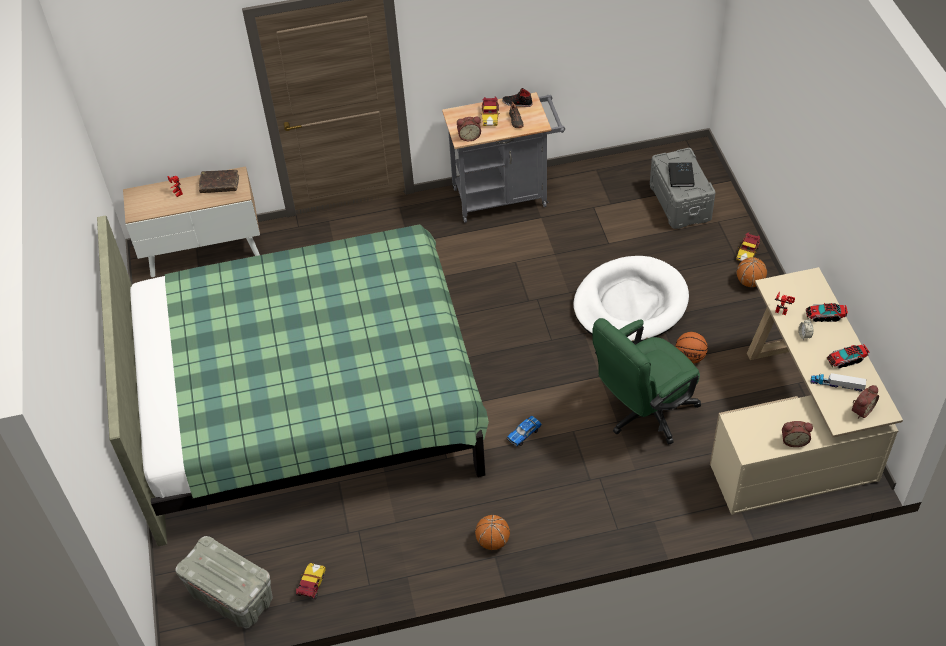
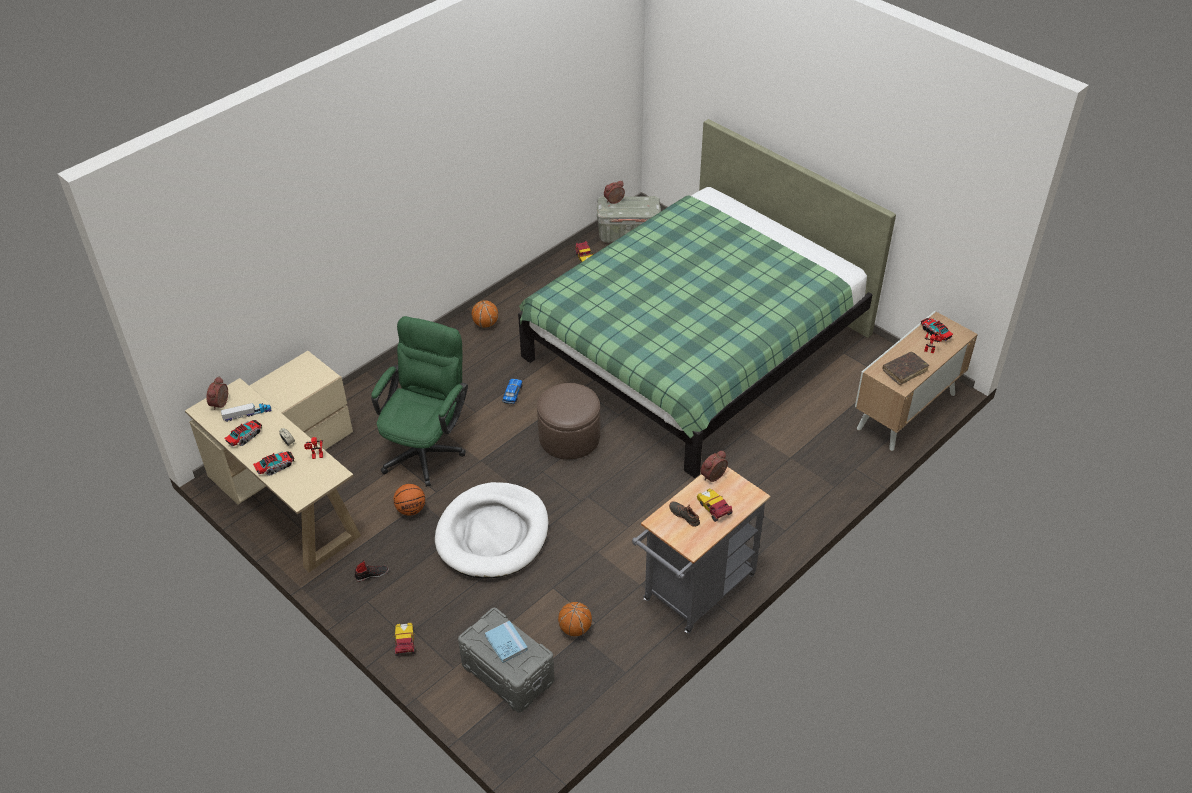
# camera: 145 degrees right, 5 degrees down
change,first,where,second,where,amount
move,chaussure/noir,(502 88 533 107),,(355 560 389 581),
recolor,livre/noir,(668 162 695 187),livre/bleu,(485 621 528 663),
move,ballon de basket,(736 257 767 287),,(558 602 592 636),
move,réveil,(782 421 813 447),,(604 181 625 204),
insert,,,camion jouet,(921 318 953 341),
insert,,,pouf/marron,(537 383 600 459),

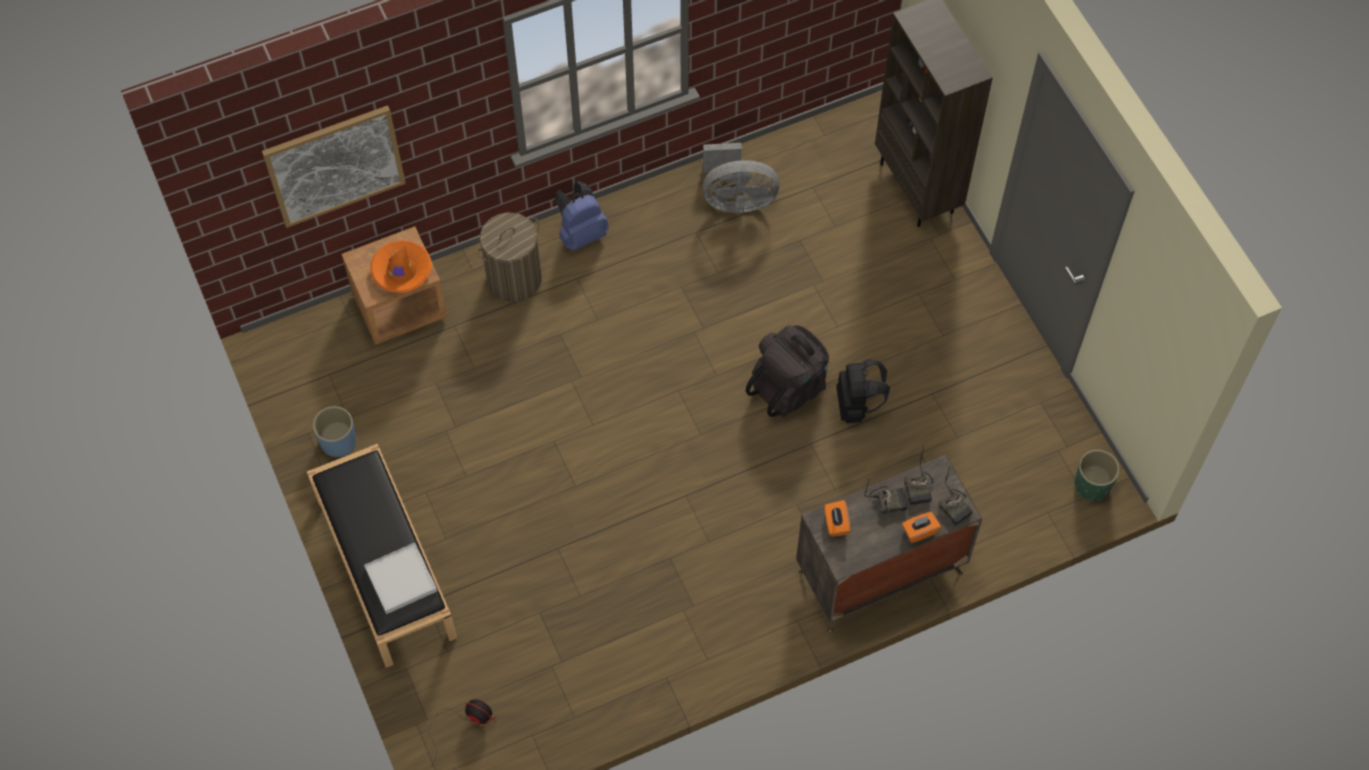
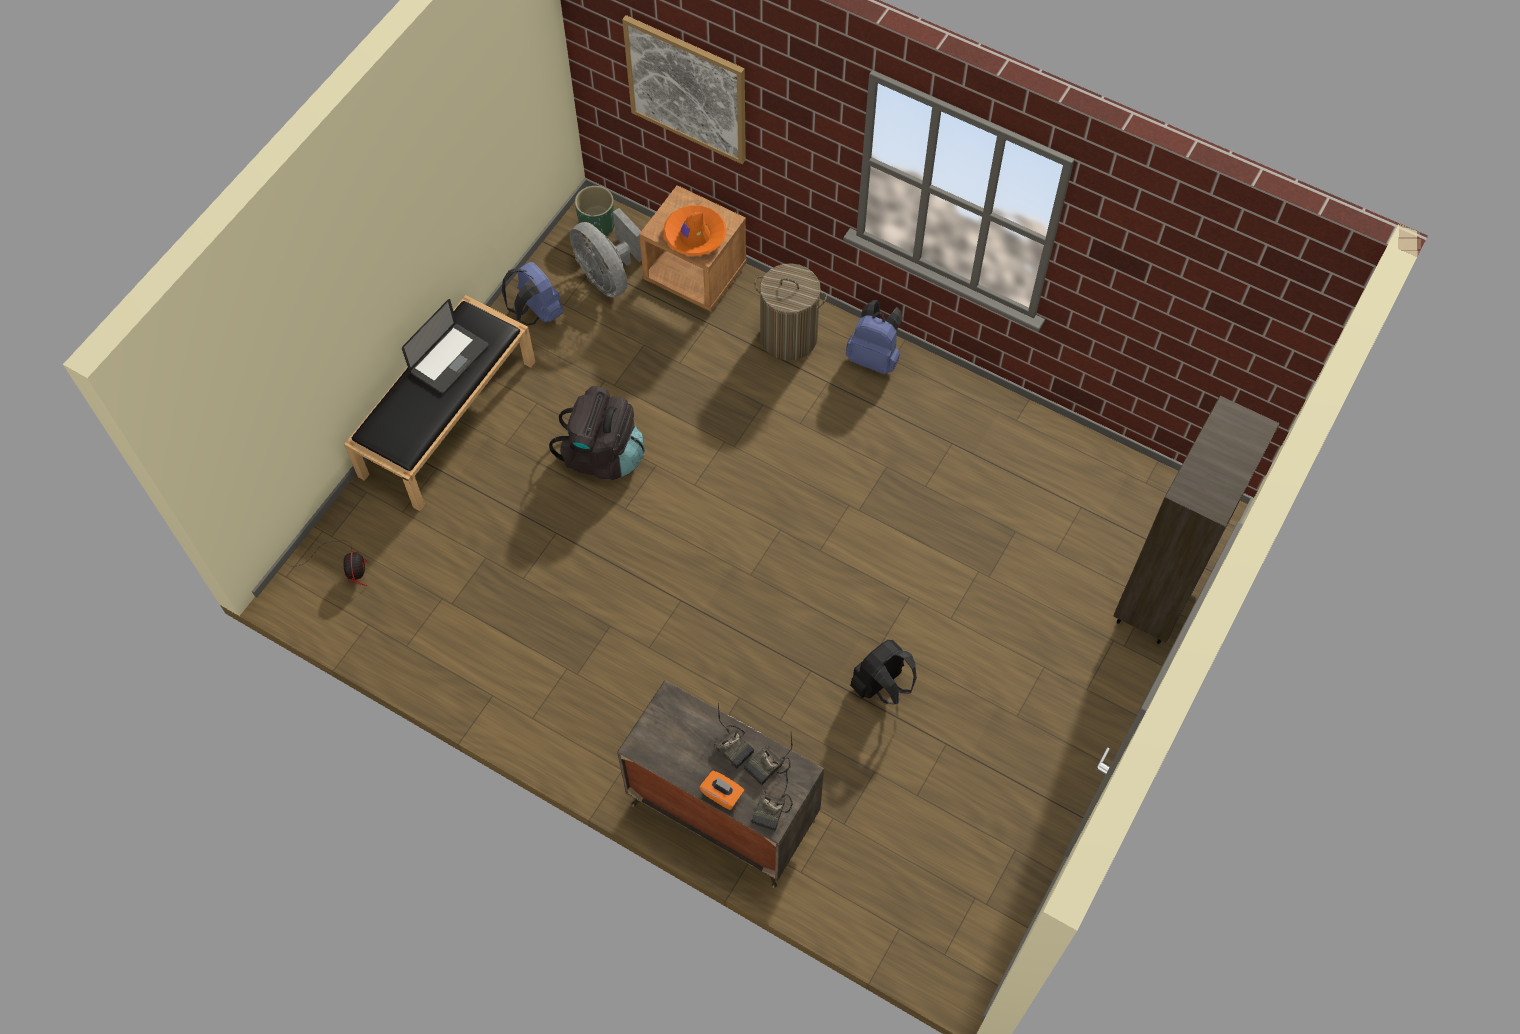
# camera: 55 degrees right, 0 degrees up
change,first,where,second,where,amount
move,ventilateur/gris,(703 143 780 213),,(570 208 642 298),
move,sac à dos/noir,(746 325 829 417),,(549 386 645 480),
replace,cache-pot/bleu,(313 406 356 457),sac à dos/bleu,(502 262 563 325),
move,cache-pot/vert,(1075 450 1120 501),,(575 186 614 236),
delete,boîte à mouchoirs/orange,(825 500 851 537),,,
delete,plateau/blanc,(364 543 437 614),,,
insert,,,ordinateur portable,(402 299 489 394),

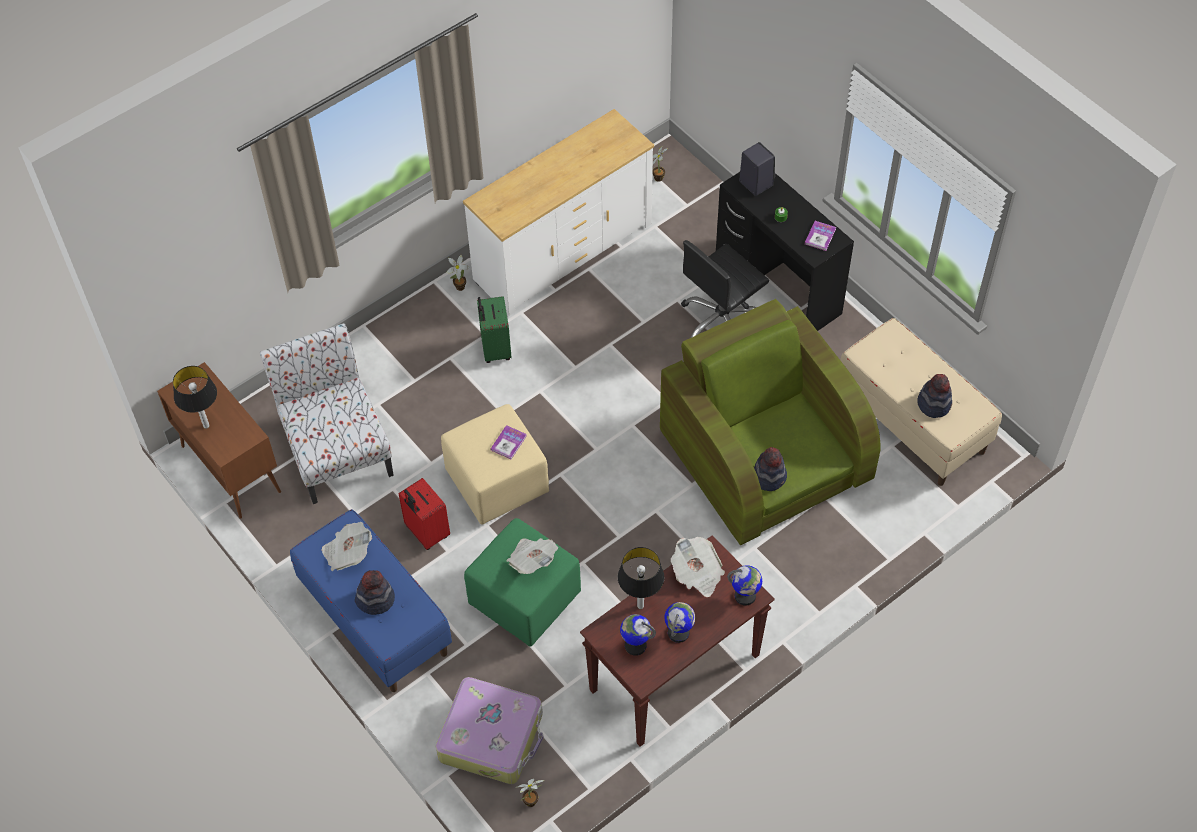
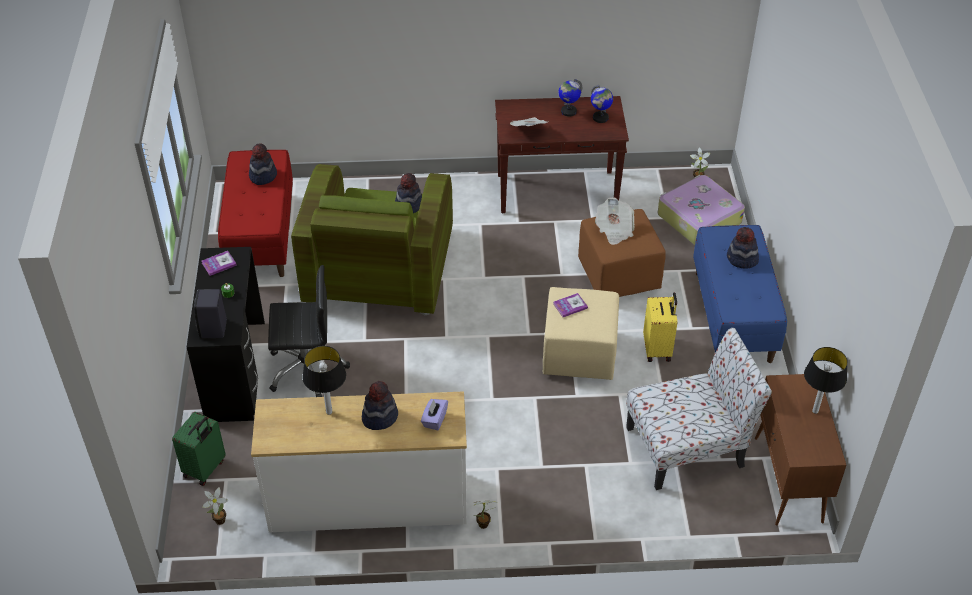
# camera: 145 degrees left, 10 degrees down
change,first,where,second,where,amount
move,valise/vert,(477 296 511 363),,(172 412 225 486),
recolor,banc/beige,(840 318 1002 486),banc/rouge,(218 150 293 277),
rotate,chaise,(260 323 394 504),,(626 328 772 490),120 degrees counterclockwise
recolor,valise/rouge,(398 478 450 550),valise/jaune,(643 293 677 362),
recolor,pouf/vert,(464 518 581 647),pouf/marron,(578 209 666 297),
delete,journal,(321 522 372 571),,,
move,lampe de table,(618 547 664 609),,(302 346 346 415),
delete,globe,(727 565 762 606),,,
insert,,,chapeau,(362 381 398 430),
insert,,,boîte à mouchoirs/violet,(421 399 448 430),

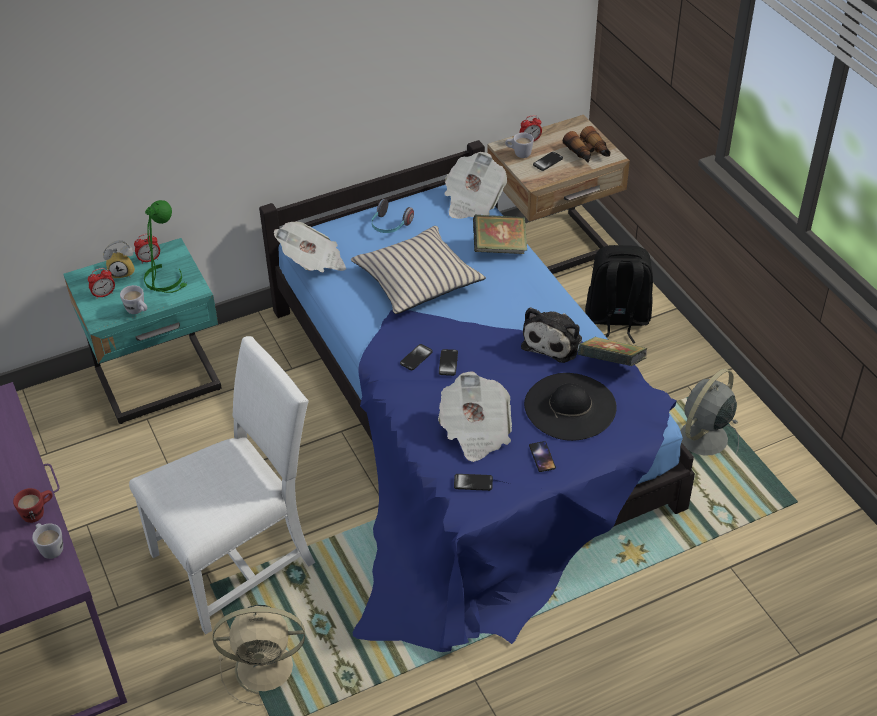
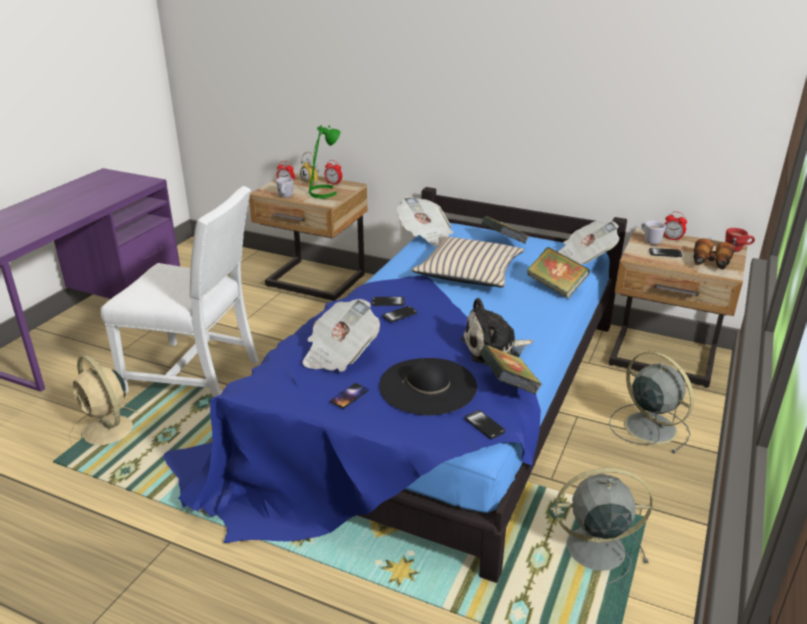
# camera: 50 degrees right, 15 degrees down
change,first,where,second,where,amount
replace,casque audio,(372 199 414 233),livre,(481 216 529 244),
recolor,table de chevet/turquoise,(63 238 222 424),table de chevet/beige,(249 172 367 301),
replace,sac à dos/noir,(585 245 653 343),ventilateur/gris,(609 351 694 453),
move,téléphone,(454 474 493 491),,(465 410 505 439),
move,mug/rouge,(13 488 53 523),,(725 228 755 252),
delete,mug/blanc,(32 523 63 559),,,

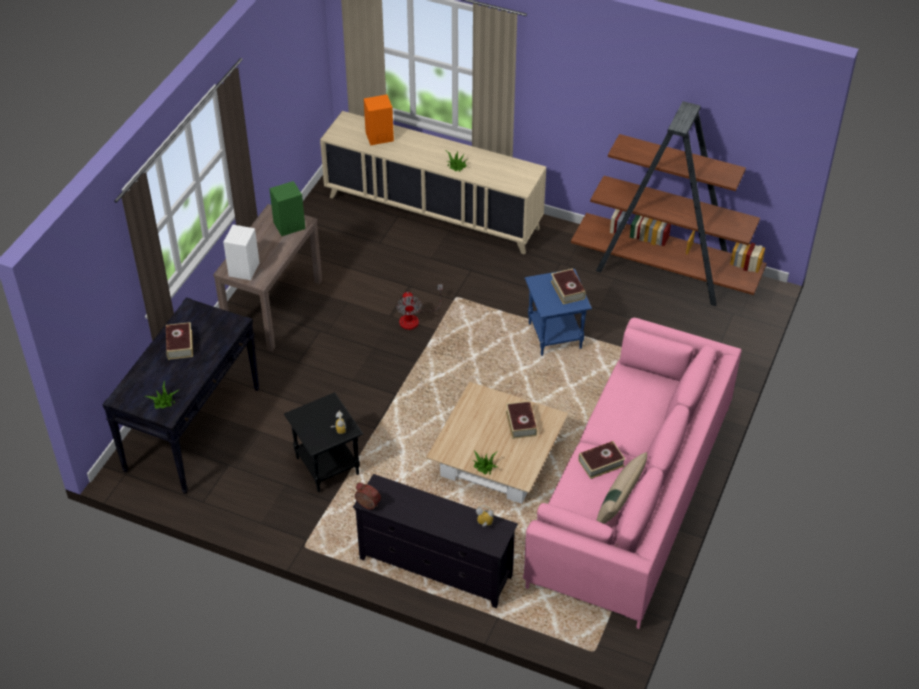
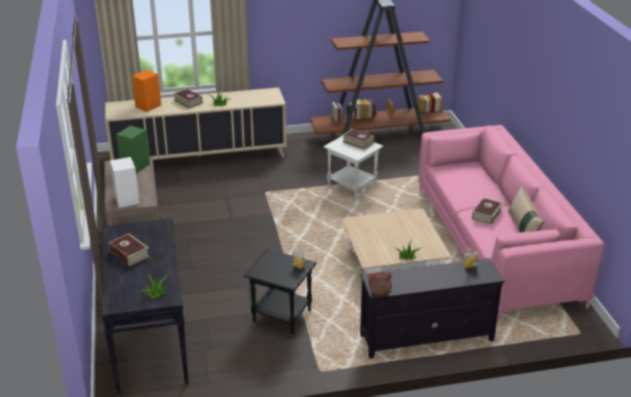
# camera: 35 degrees left, 15 degrees down
change,first,where,second,where,amount
recolor,table d'appoint/bleu,(525 269 592 356),table d'appoint/blanc,(323 136 383 200),
delete,ventilateur,(397 284 443 330),,,
move,livre,(506 401 537 439),,(173 89 203 109),

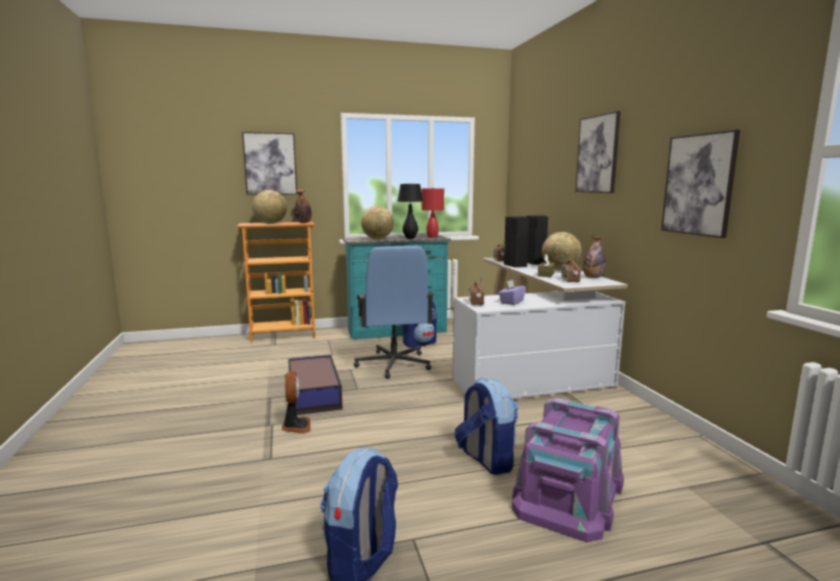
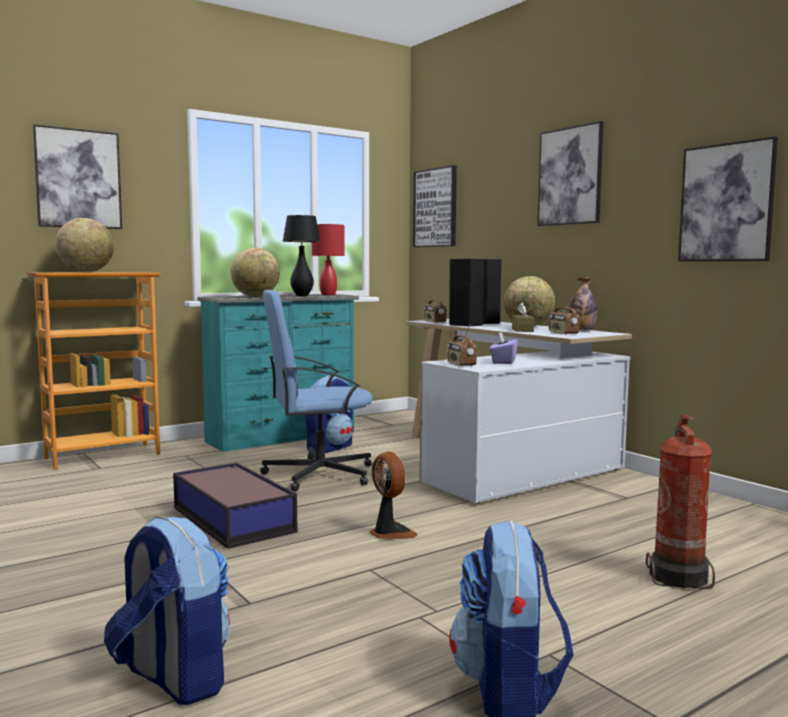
# camera: 20 degrees left, 5 degrees down
change,first,where,second,where,amount
delete,bouteille,(294 190 312 223),,,
rotate,chaise de bureau/bleu,(354 246 434 379),,(260 290 373 491),105 degrees clockwise
move,ventilateur,(282 371 310 433),,(369 451 418 539),
move,sac à dos,(455 378 518 475),,(104 517 230 705),
replace,boîte de rangement/violet,(512 398 624 542),extincteur,(646 415 715 589),
insert,,,tableau,(413 165 457 247),

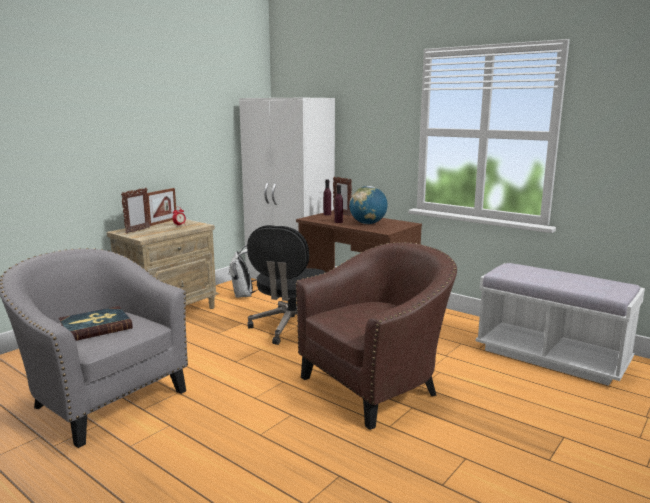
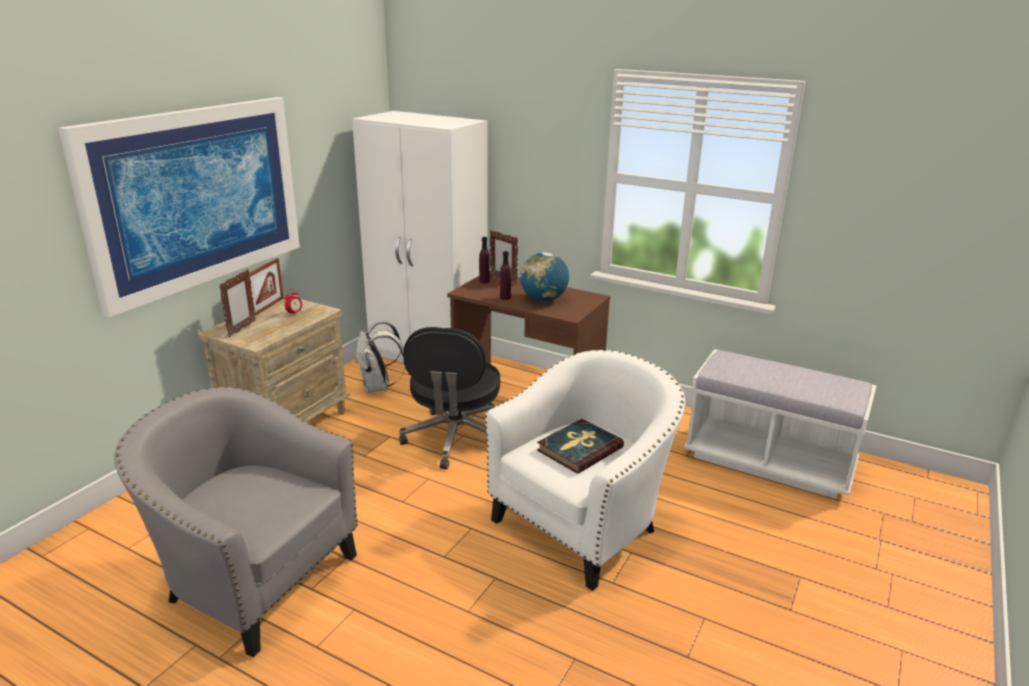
# camera: 10 degrees left, 10 degrees up
change,first,where,second,where,amount
recolor,fauteuil/marron,(296 242 457 430),fauteuil/blanc,(485 349 685 591),
move,livre,(59 306 133 341),,(537 419 624 474),
insert,,,tableau,(58 97 300 317),

